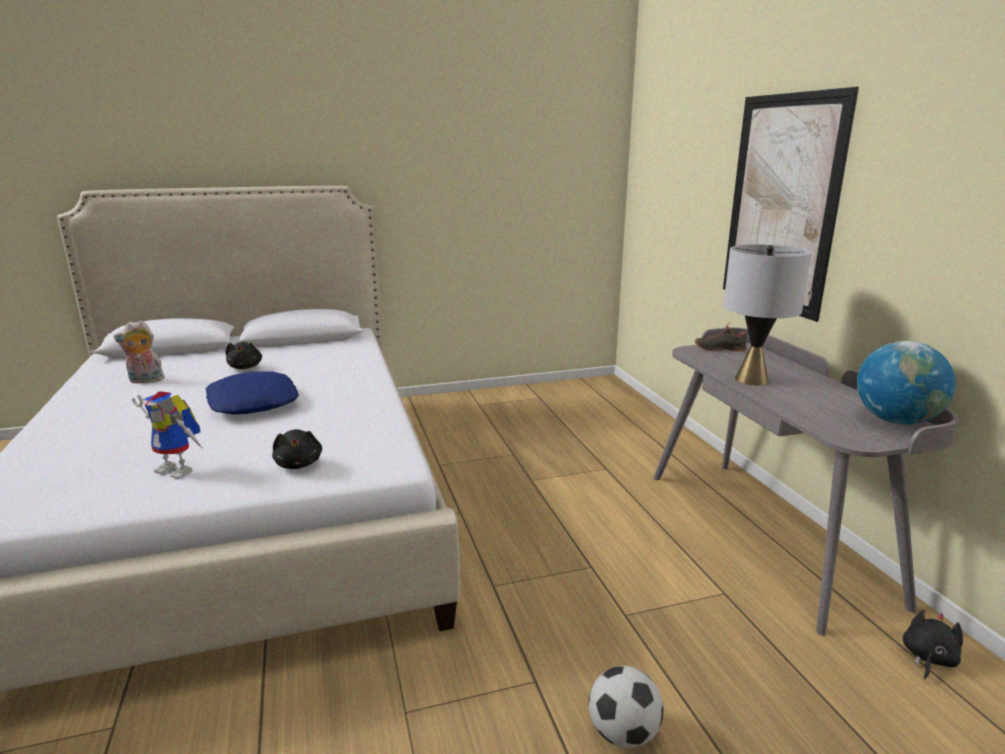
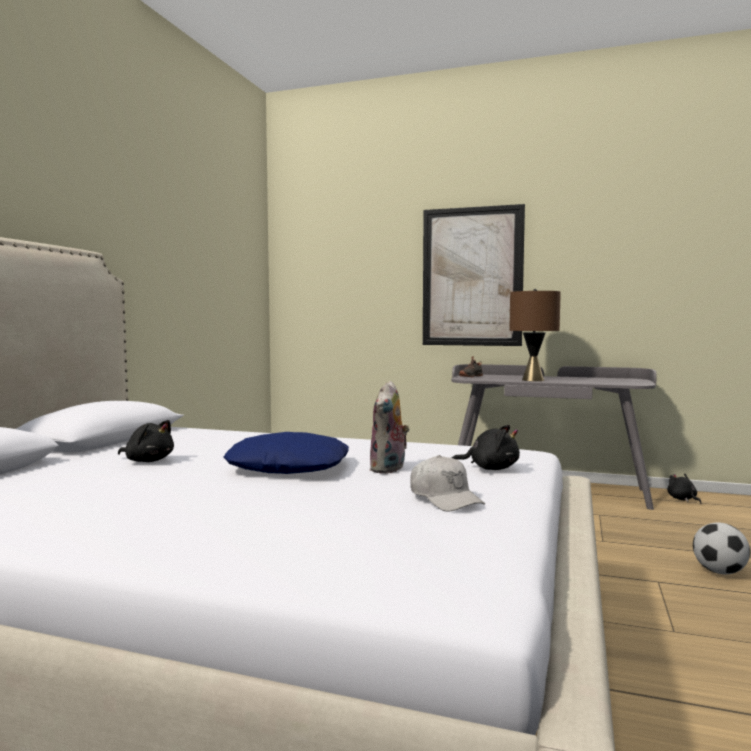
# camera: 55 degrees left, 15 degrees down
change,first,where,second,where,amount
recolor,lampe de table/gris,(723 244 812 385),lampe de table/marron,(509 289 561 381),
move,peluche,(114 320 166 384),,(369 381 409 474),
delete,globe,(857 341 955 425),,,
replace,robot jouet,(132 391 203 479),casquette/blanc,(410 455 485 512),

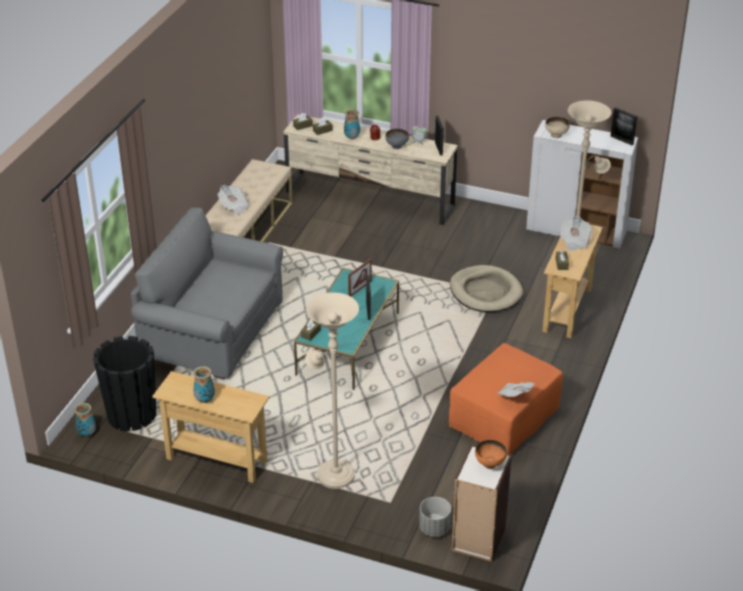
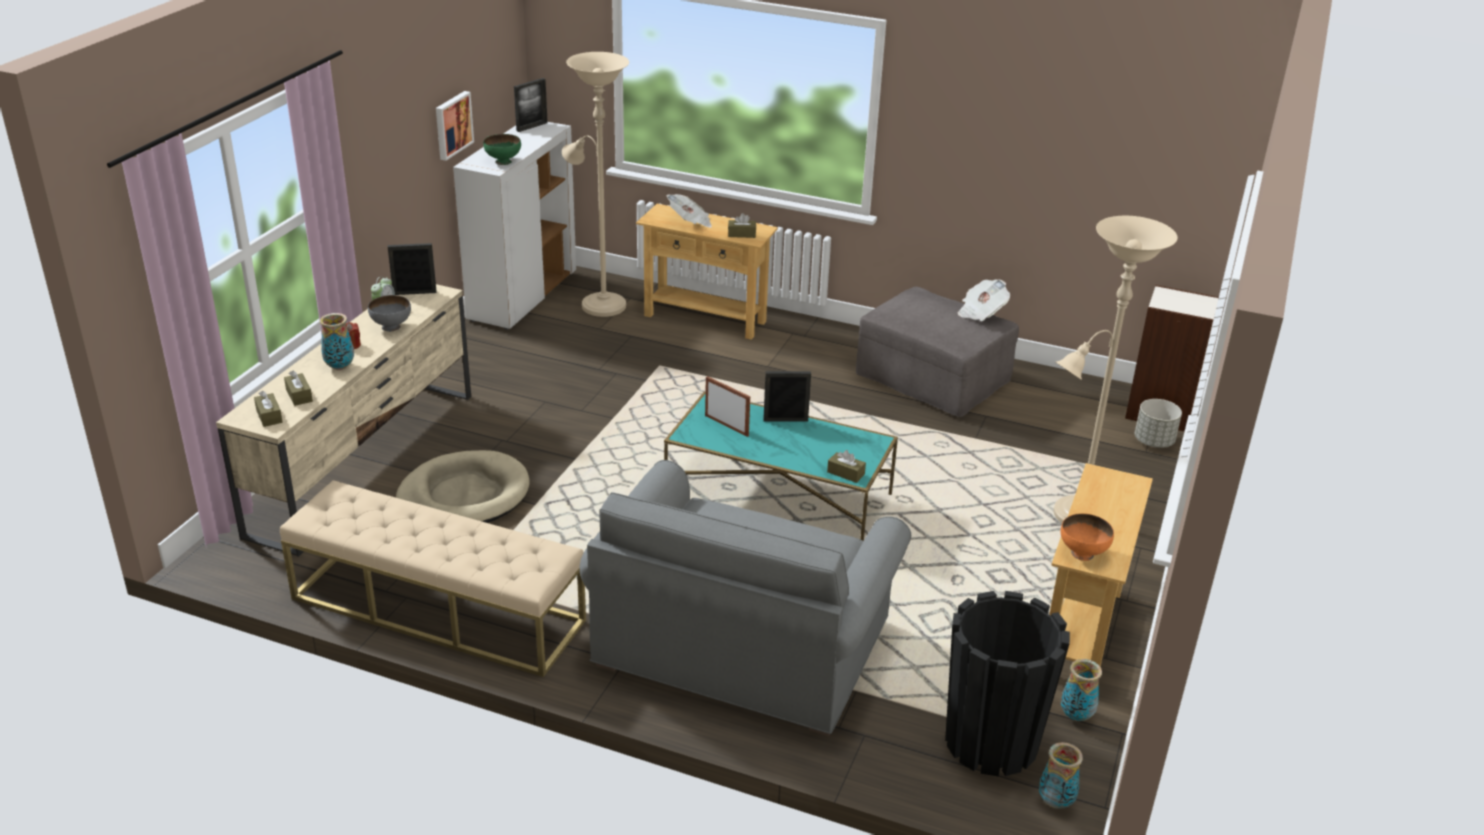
# camera: 90 degrees left, 5 degrees down
change,first,where,second,where,amount
recolor,bol/beige,(545 116 570 138),bol/vert,(483 134 521 165),
delete,journal,(217 185 250 215),,,
move,panier pour chien/beige,(450 265 523 312),,(396 450 529 523),
recolor,pouf/orange,(449 343 563 456),pouf/gris,(856 287 1019 417),
move,vase,(193 366 215 403),,(1061 659 1102 721),
move,bol/orange,(475 440 507 469),,(1061 513 1114 561),
insert,,,tableau,(436 91 474 161),

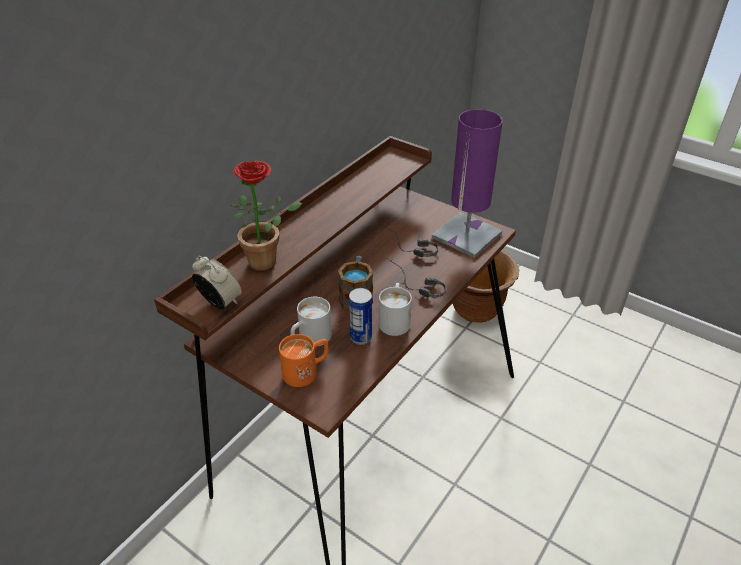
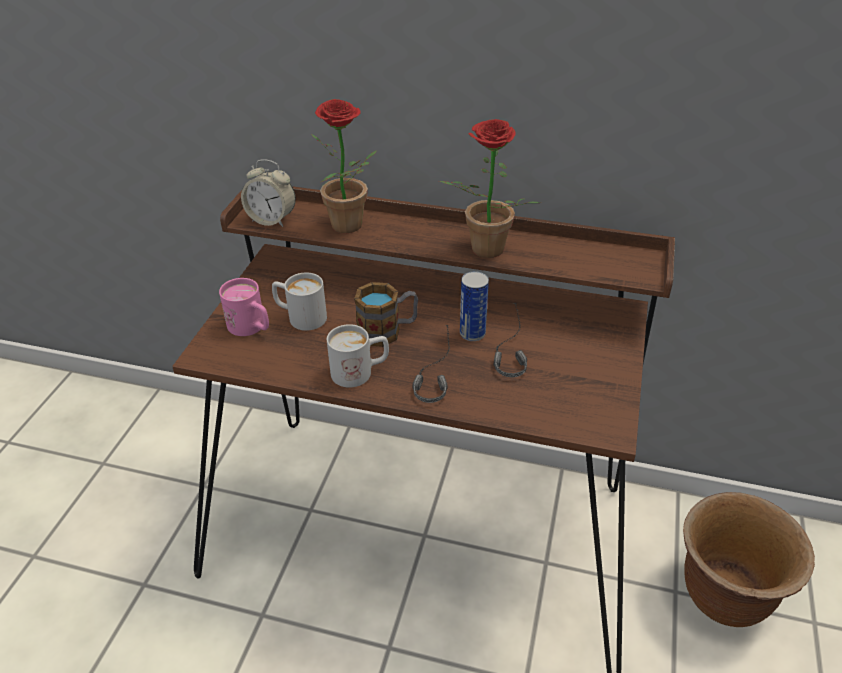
# camera: 70 degrees right, 0 degrees up
change,first,where,second,where,amount
delete,lampe de table/violet,(432 109 503 258),,,
rotate,réveil,(192 256 242 309),,(241 159 296 227),90 degrees clockwise
move,boîte métallique,(349 288 372 345),,(460 271 489 341),
recolor,mug/orange,(279 334 329 387),mug/rose,(219 278 269 336),
insert,,,plante en pot,(439 119 540 258),

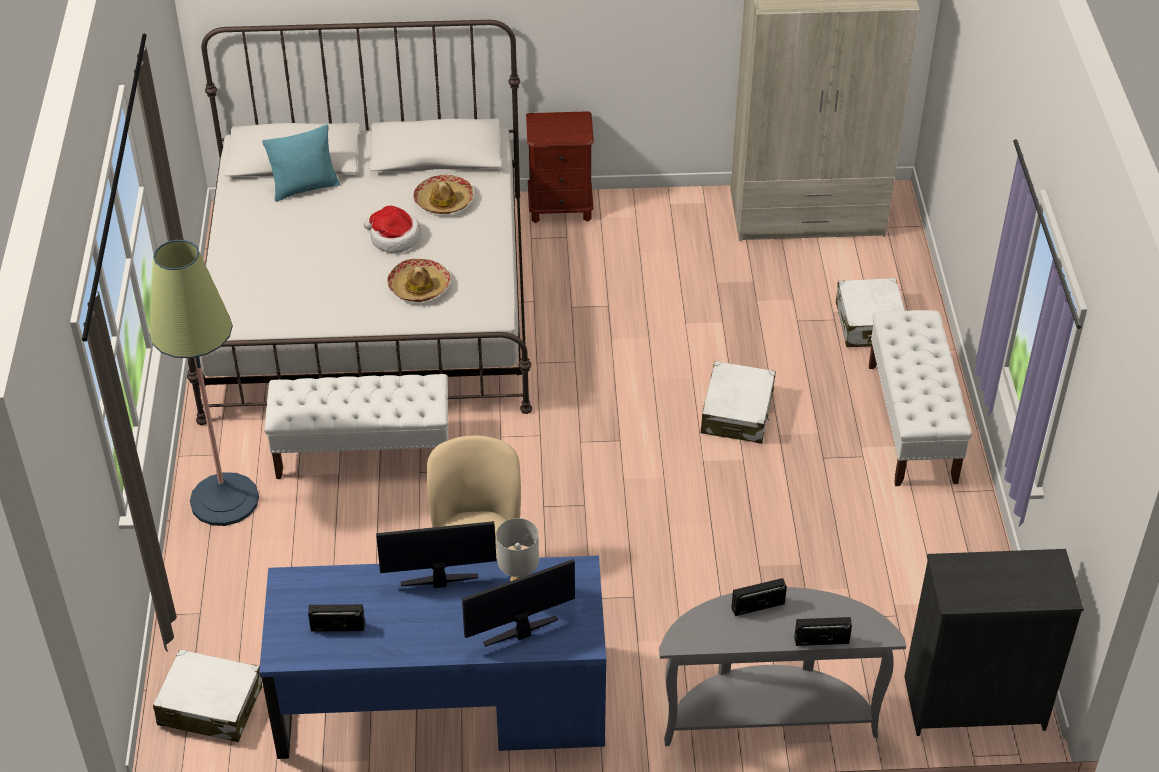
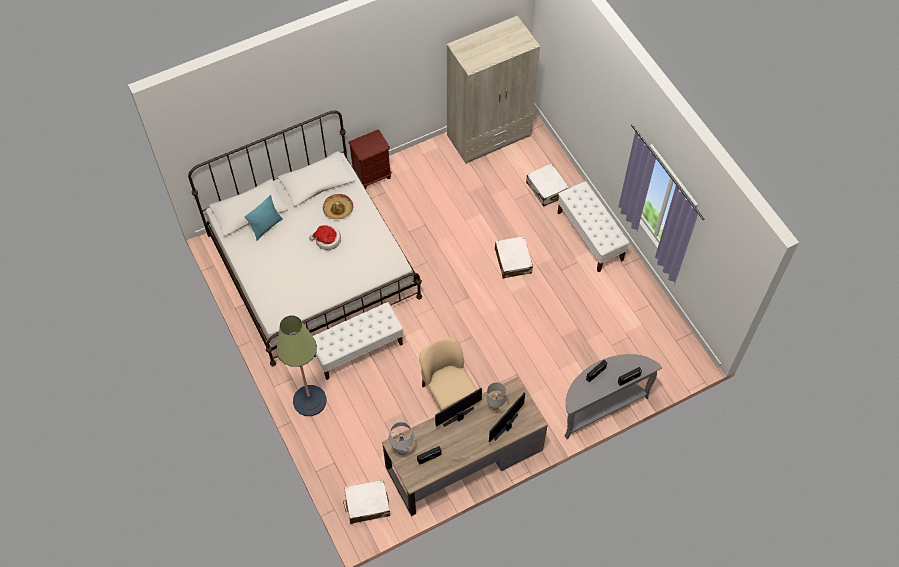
# camera: 25 degrees left, 15 degrees up
change,first,where,second,where,amount
delete,chapeau,(387 259 450 302),,,
delete,commode/noir,(904 549 1084 736),,,
recolor,bureau/bleu,(259 556 606 759),bureau/marron,(382 376 548 516),
insert,,,lampe de table/gris,(389 422 414 455),

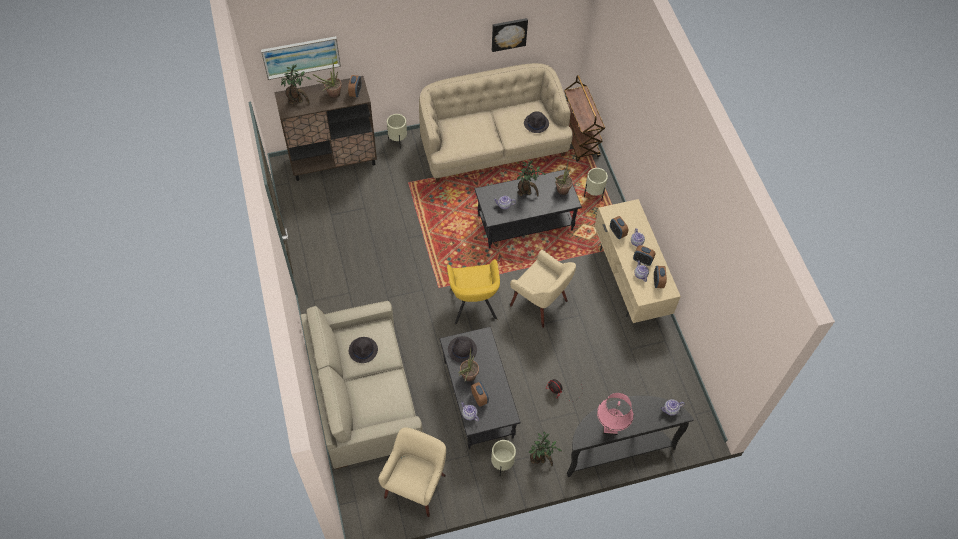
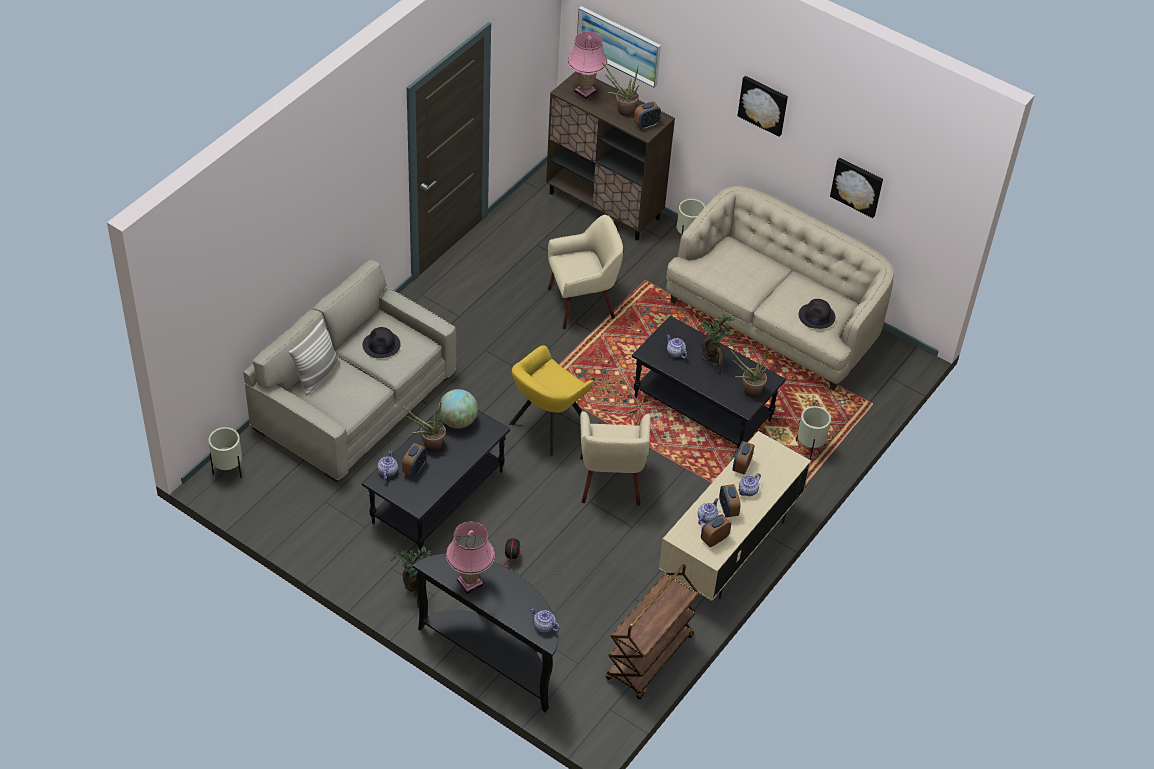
# camera: 50 degrees right, 10 degrees down
change,first,where,second,where,amount
replace,plante en pot,(281 65 311 104),lampe de table/rose,(567 31 607 99),
move,chariot/marron,(564 75 605 162),,(605 564 699 700),
replace,chapeau/noir,(448 336 477 363),globe,(438 389 478 429),
move,fauteuil/beige,(378 427 446 517),,(548 215 623 329),
move,cache-pot/beige,(491 440 516 475),,(209 427 242 478),
insert,,,tableau,(737 76 788 137),
insert,,,coussin,(289 319 340 396),

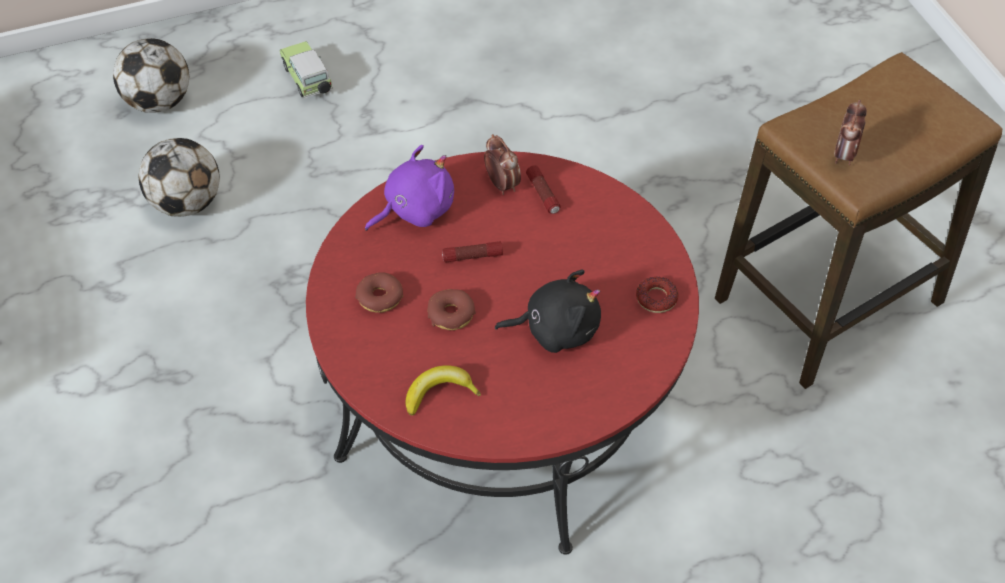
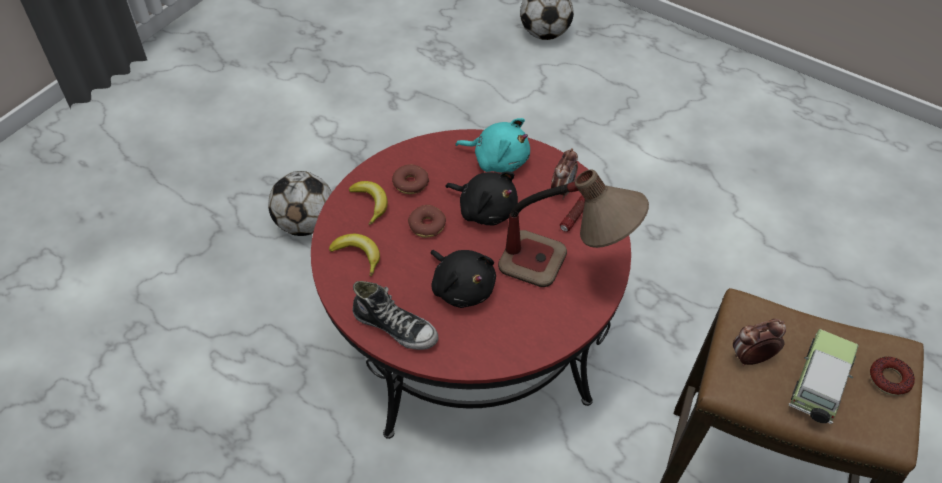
# camera: 55 degrees right, 0 degrees up
change,first,where,second,where,amount
move,petite voiture,(280 41 333 98),,(789 329 859 424),
move,ballon de foot,(138 138 220 217),,(268 171 332 236),
recolor,peluche/violet,(365 145 454 231),peluche/turquoise,(455 118 530 173),
replace,lampe de poche,(442 241 503 262),peluche/noir,(445 172 518 225),
move,beignet,(636 277 679 313),,(870 357 915 396),
insert,,,lampe de table,(498 170 649 287),
insert,,,banane,(349 181 388 225),
insert,,,chaussure,(352 281 438 350),

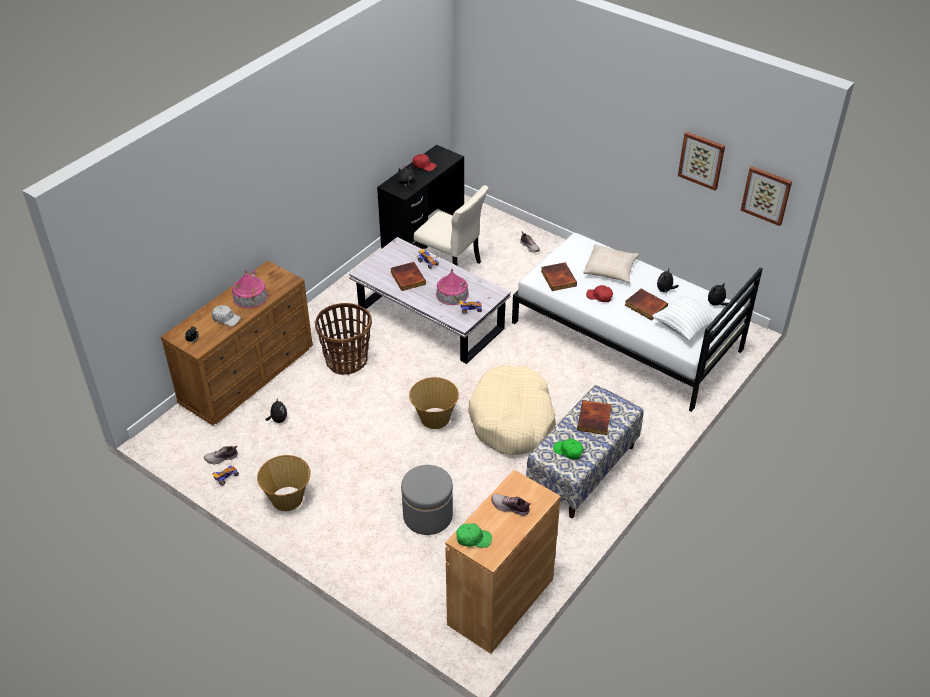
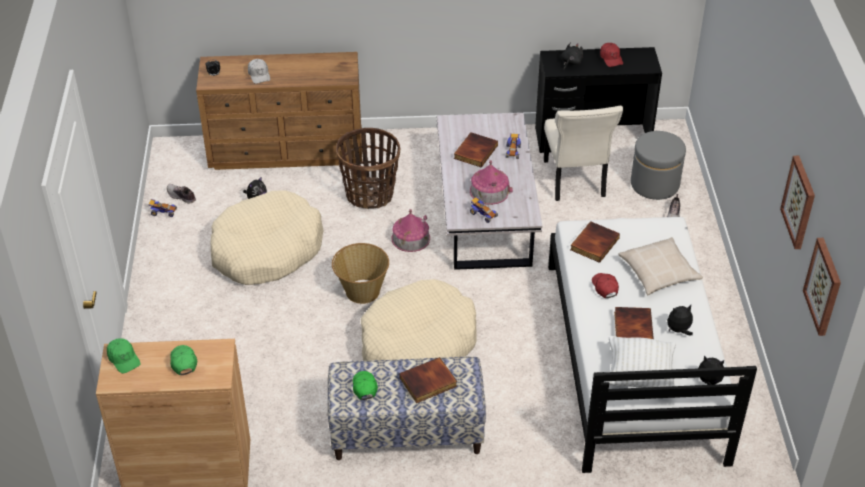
# camera: 50 degrees right, 0 degrees up
change,first,where,second,where,amount
move,maison miniature,(232 269 268 308),,(392 209 430 252),
delete,panier,(257 455 311 511),,,
move,pouf/gris,(401 465 453 535),,(631 131 686 200),
replace,chaussure,(491 494 531 516),casquette/vert,(170 345 197 375),
insert,,,panier pour chien/beige,(211 190 324 285),

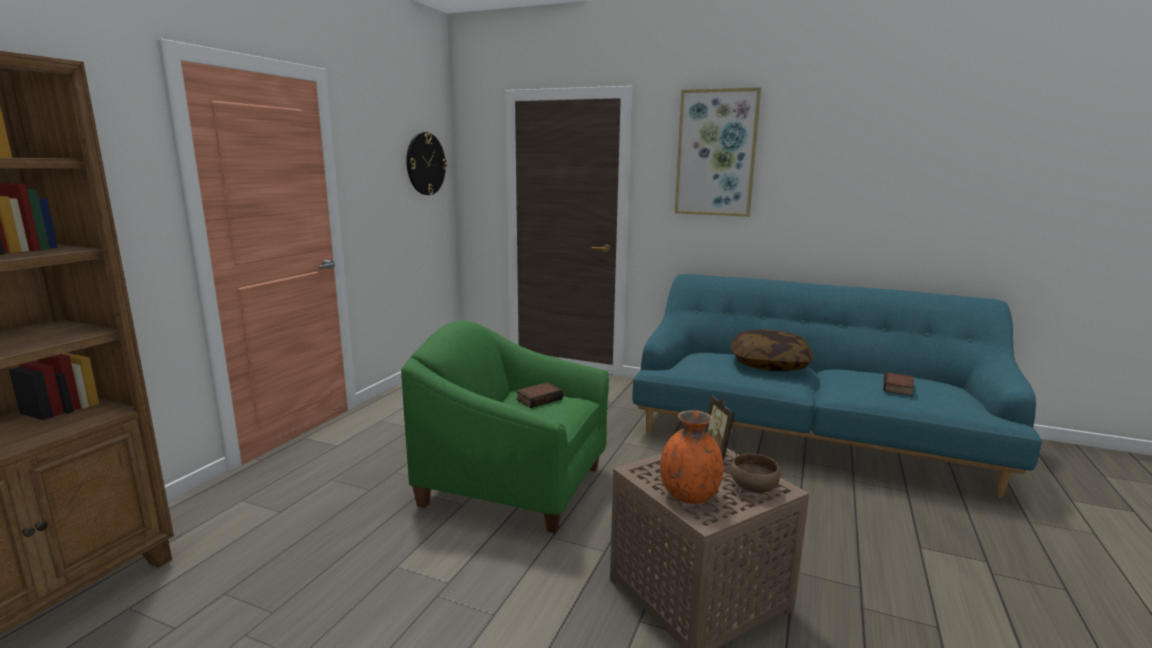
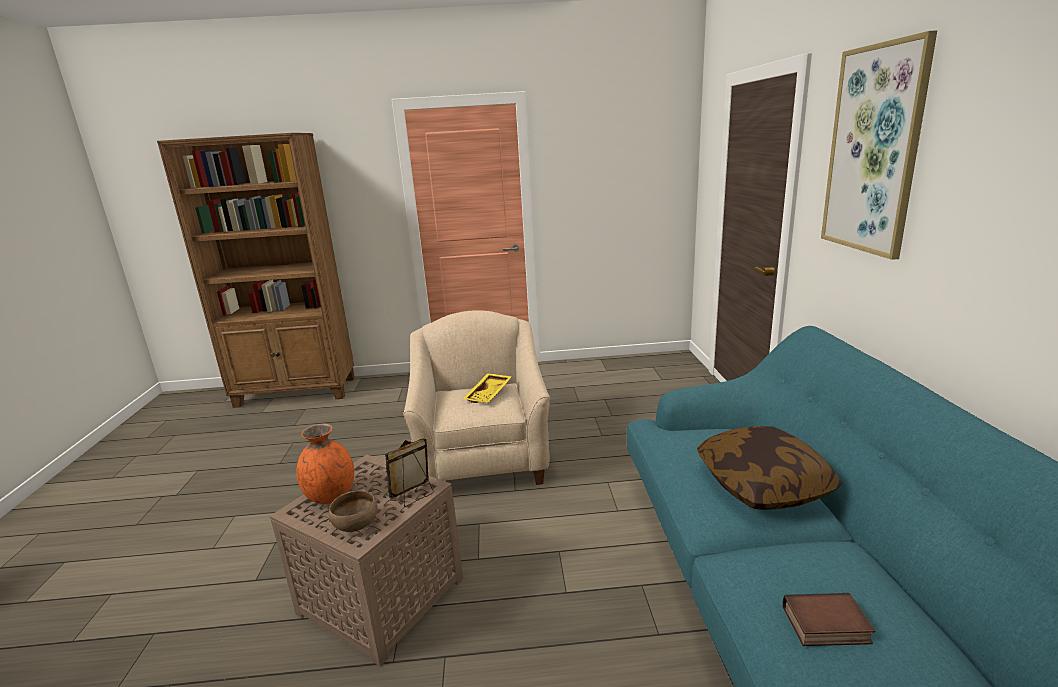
# camera: 65 degrees right, 5 degrees up
change,first,where,second,where,amount
delete,horloge murale,(407 132 447 195),,,
recolor,fauteuil/vert,(401 320 609 533),fauteuil/beige,(403 310 550 485),
replace,livre,(516 382 563 408),plateau/jaune,(463 373 512 403),

